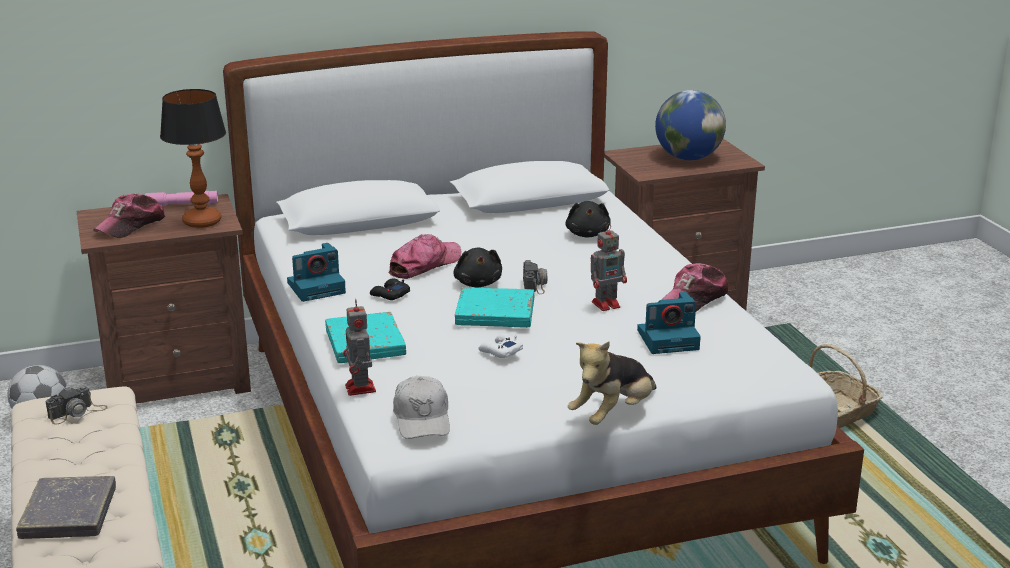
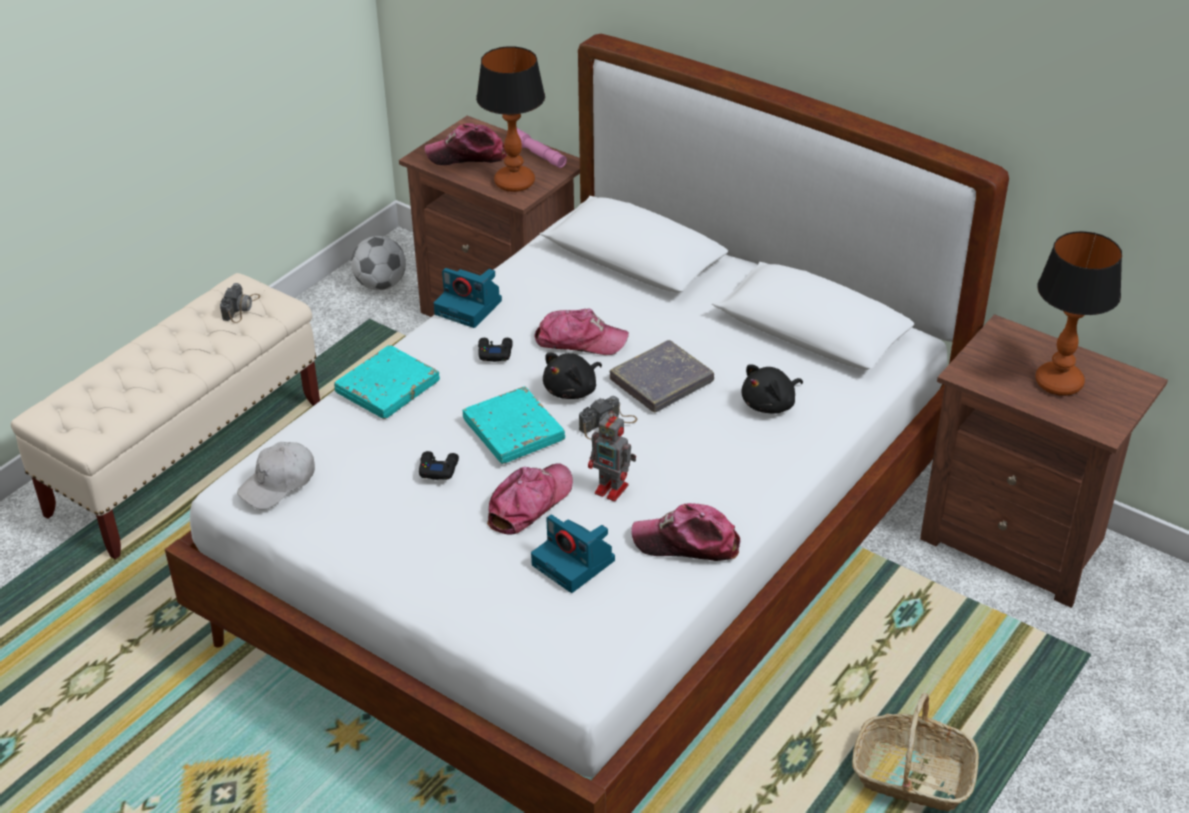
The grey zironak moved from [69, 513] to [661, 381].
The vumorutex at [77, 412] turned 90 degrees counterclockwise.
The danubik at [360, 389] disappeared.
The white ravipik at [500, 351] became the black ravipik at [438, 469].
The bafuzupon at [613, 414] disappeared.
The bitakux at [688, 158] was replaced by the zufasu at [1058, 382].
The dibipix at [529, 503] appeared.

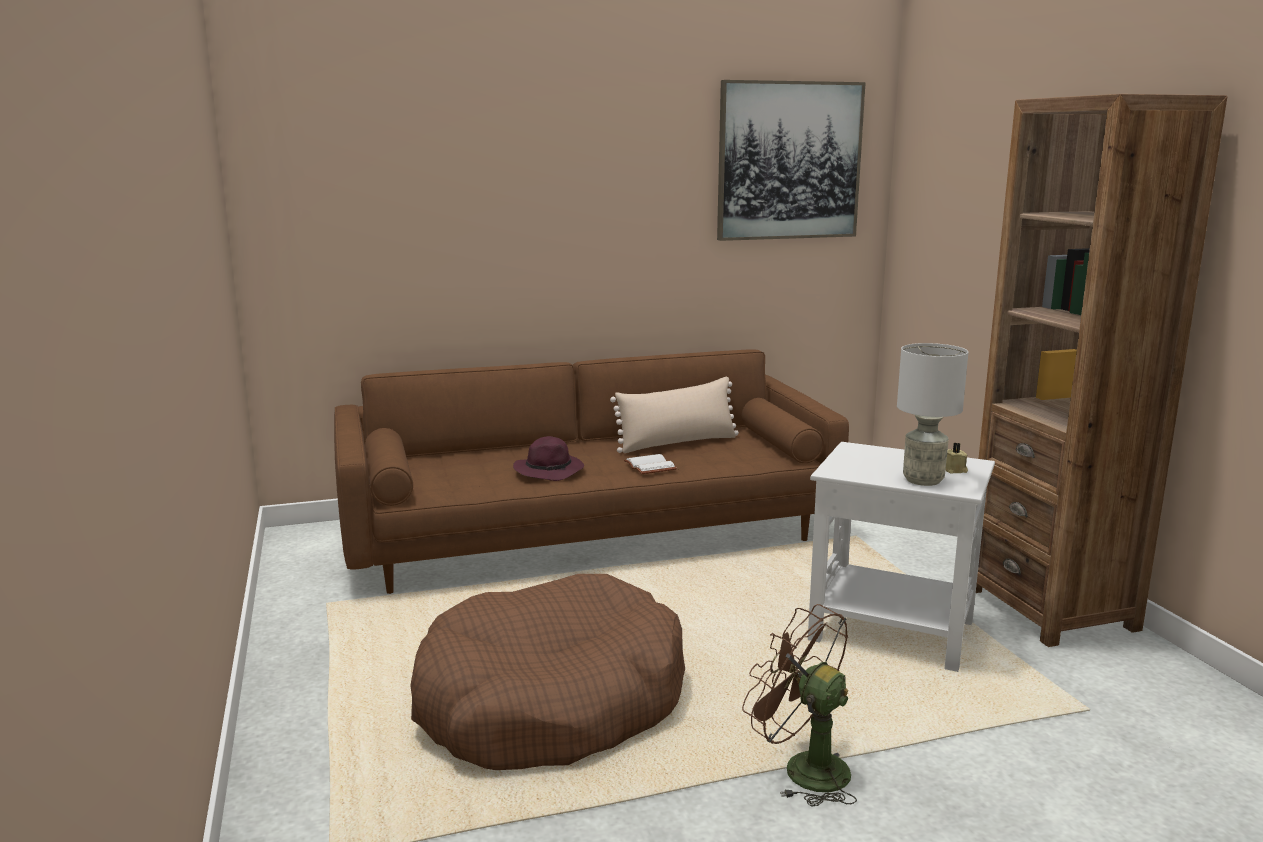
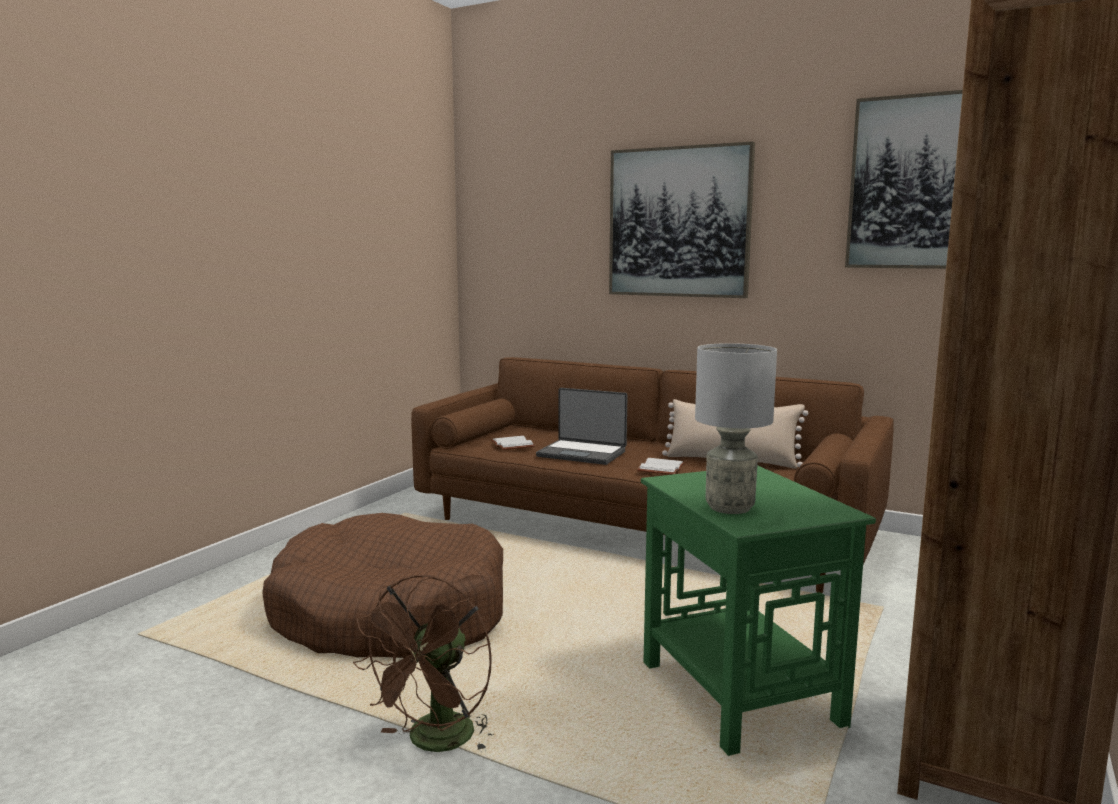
The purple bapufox at [550, 470] was replaced by the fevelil at [582, 453].
The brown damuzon at [803, 768] turned 150 degrees counterclockwise.
The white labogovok at [889, 631] became the green labogovok at [738, 692].
The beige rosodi at [955, 470] disappeared.
The white zironak at [511, 445] appeared.
The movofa at [679, 222] appeared.

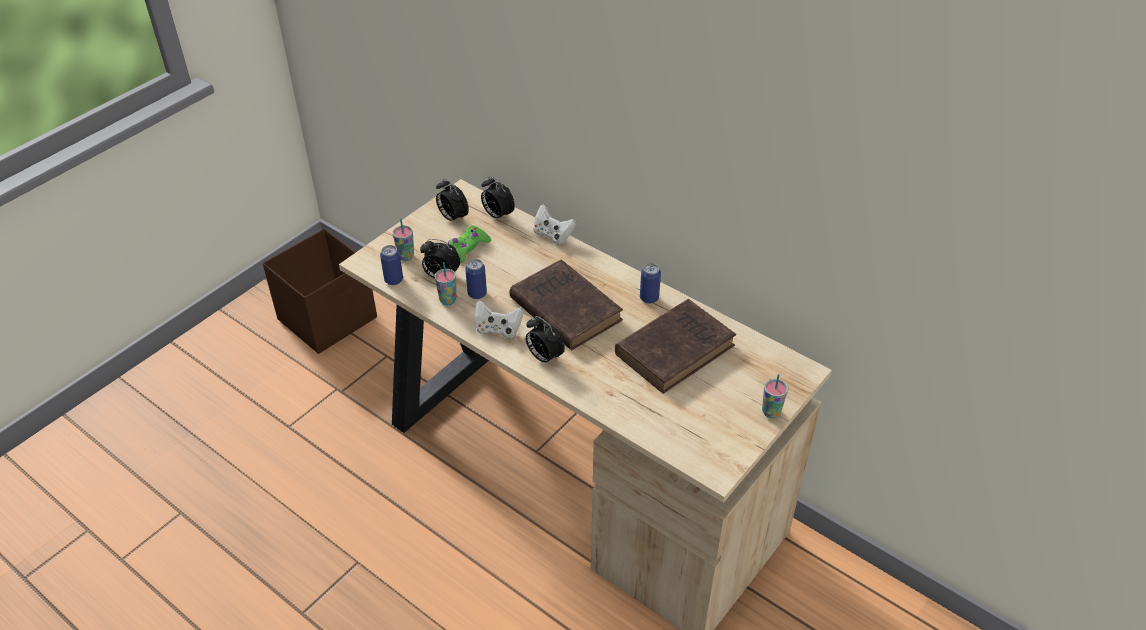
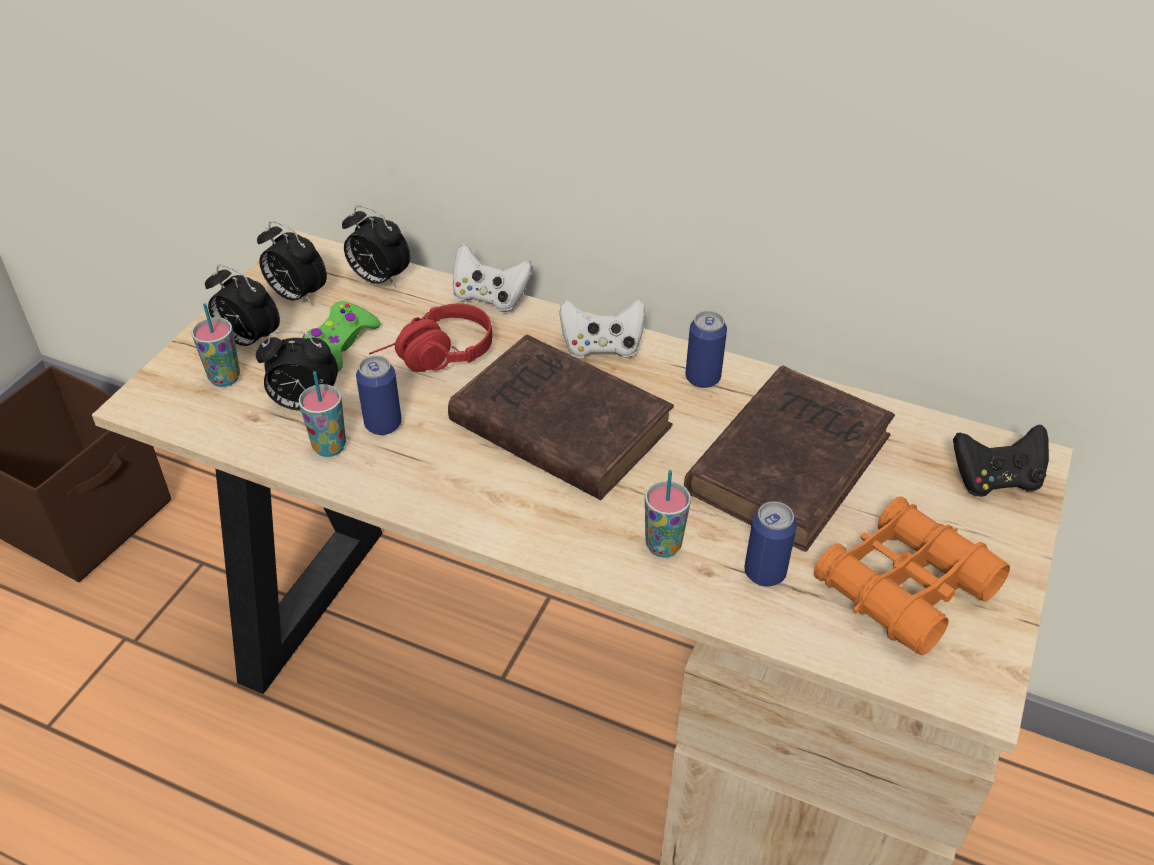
The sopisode moved from [393, 280] to [764, 573].
The white ravipik moved from [498, 330] to [601, 347].
The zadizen moved from [544, 357] to [249, 340].
The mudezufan moved from [771, 412] to [663, 546].
The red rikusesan at [434, 357] appeared.
The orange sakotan at [904, 587] appeared.
The black ravipik at [995, 480] appeared.

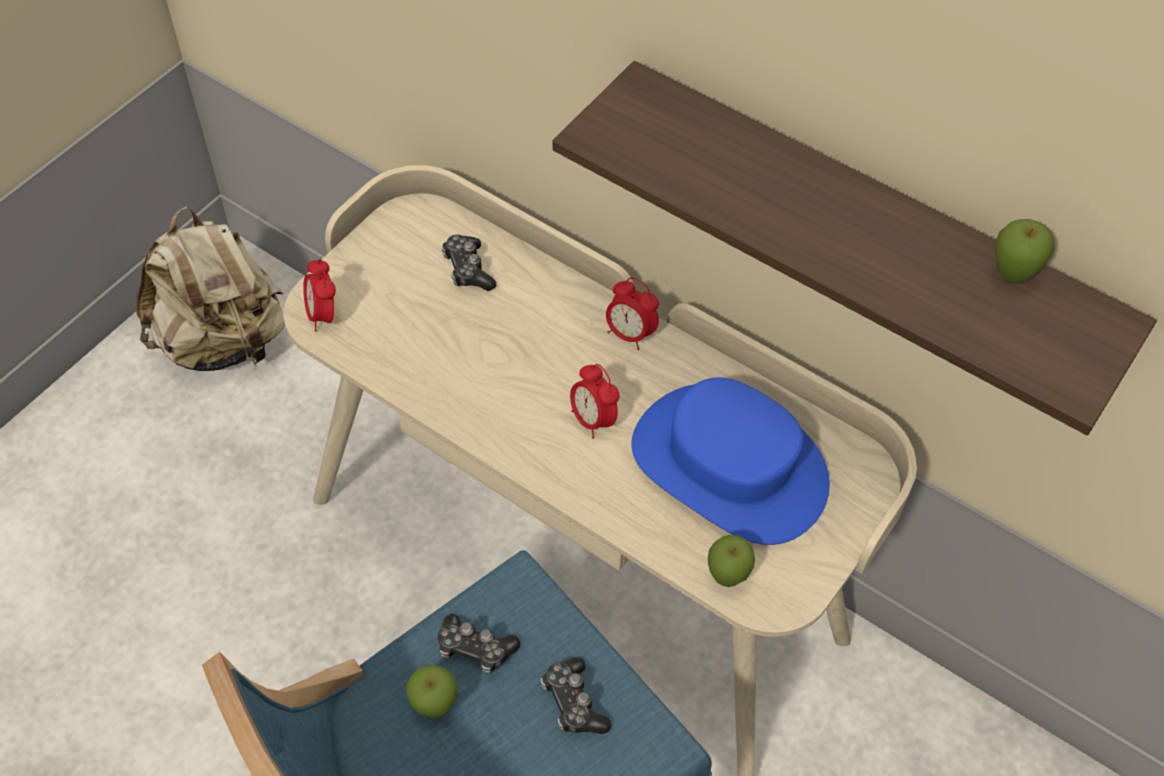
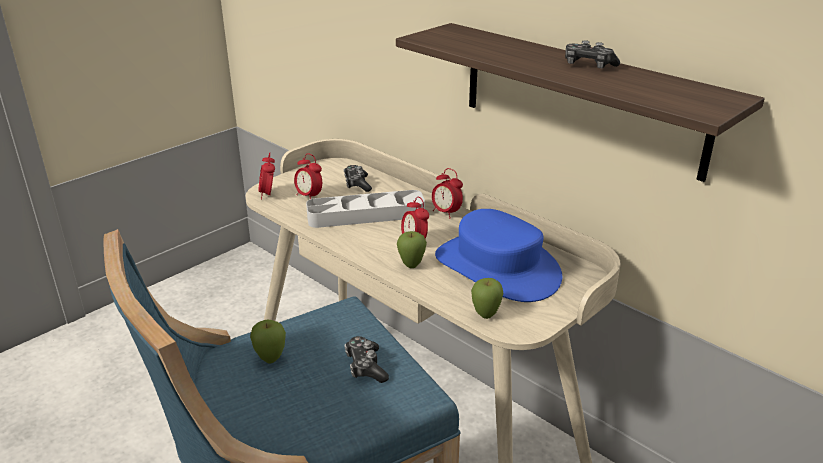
The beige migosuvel at [223, 341] disappeared.
The ravipik moved from [475, 649] to [588, 65].
The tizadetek moved from [1011, 276] to [411, 265].
The zadizen at [309, 196] appeared.
The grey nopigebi at [366, 215] appeared.

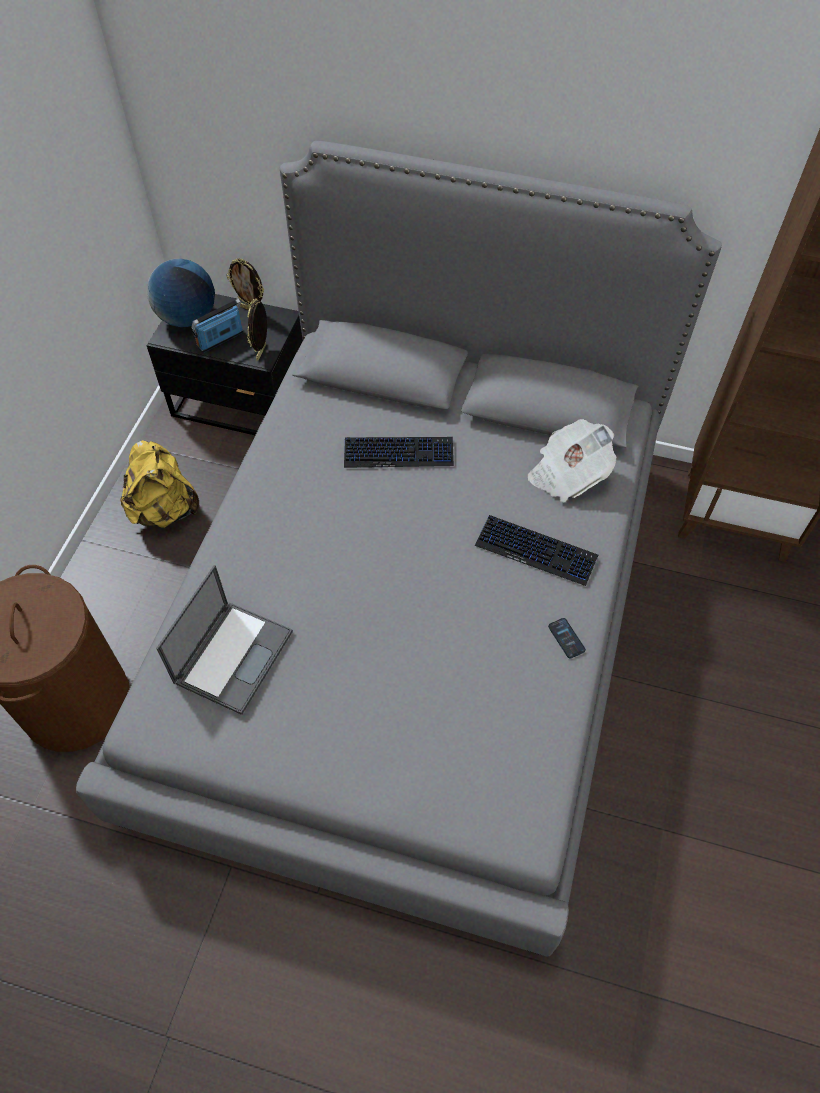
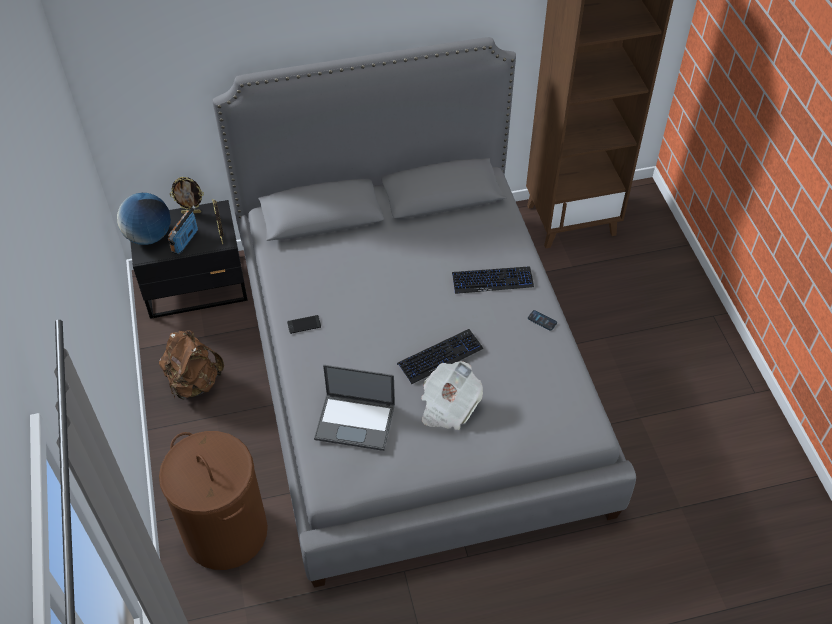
The yellow migosuvel at [164, 510] became the brown migosuvel at [194, 382].
The fevelil at [234, 655] turned 105 degrees clockwise.
The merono moved from [399, 453] to [440, 356].
The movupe moved from [568, 474] to [448, 406].
The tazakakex at [304, 324] appeared.

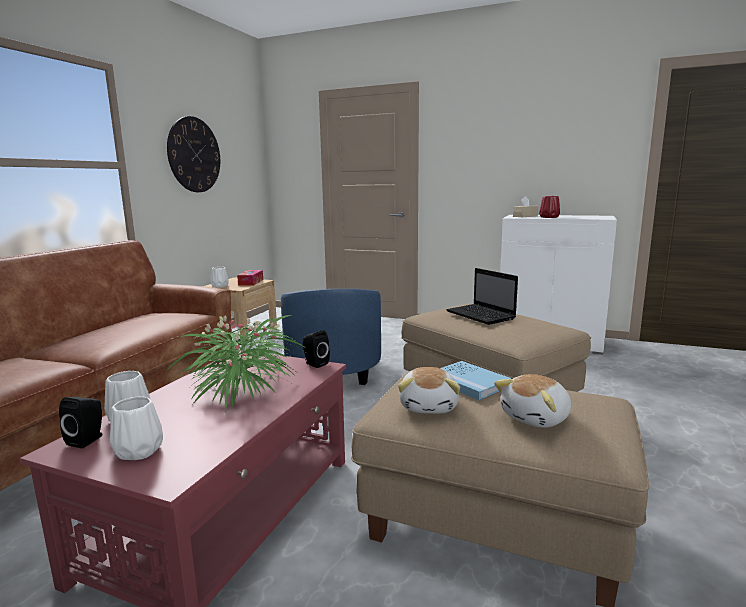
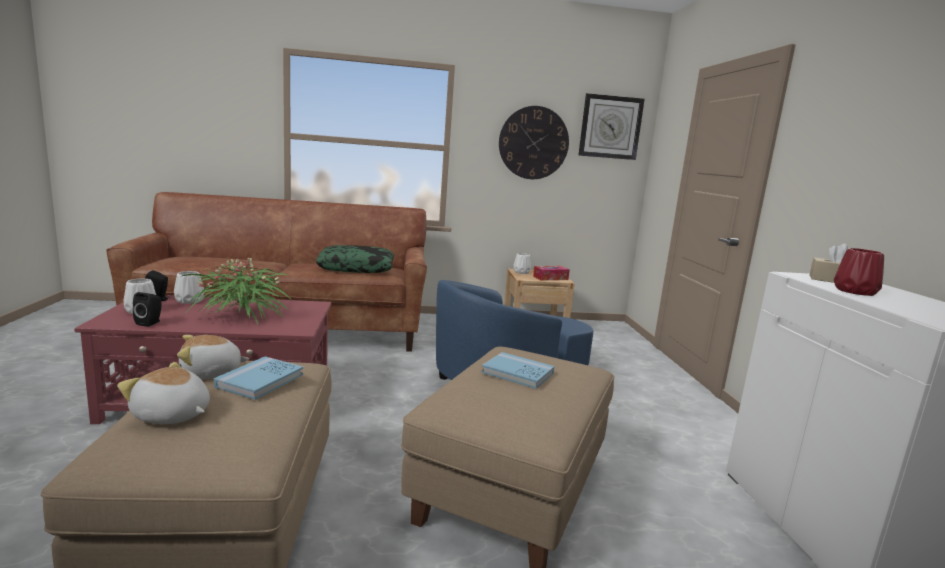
The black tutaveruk moved from [315, 364] to [150, 323].
The fevelil at [481, 315] was replaced by the blue zironak at [517, 373].
The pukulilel at [356, 268] appeared.
The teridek at [610, 127] appeared.

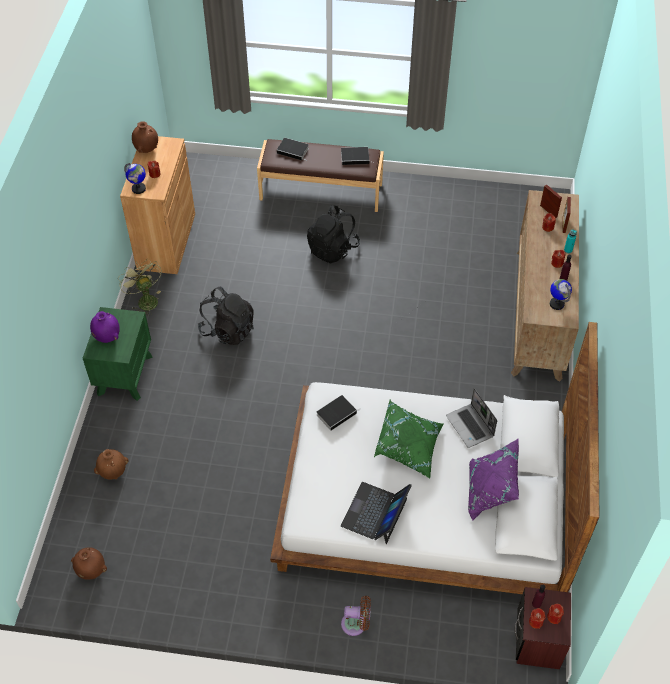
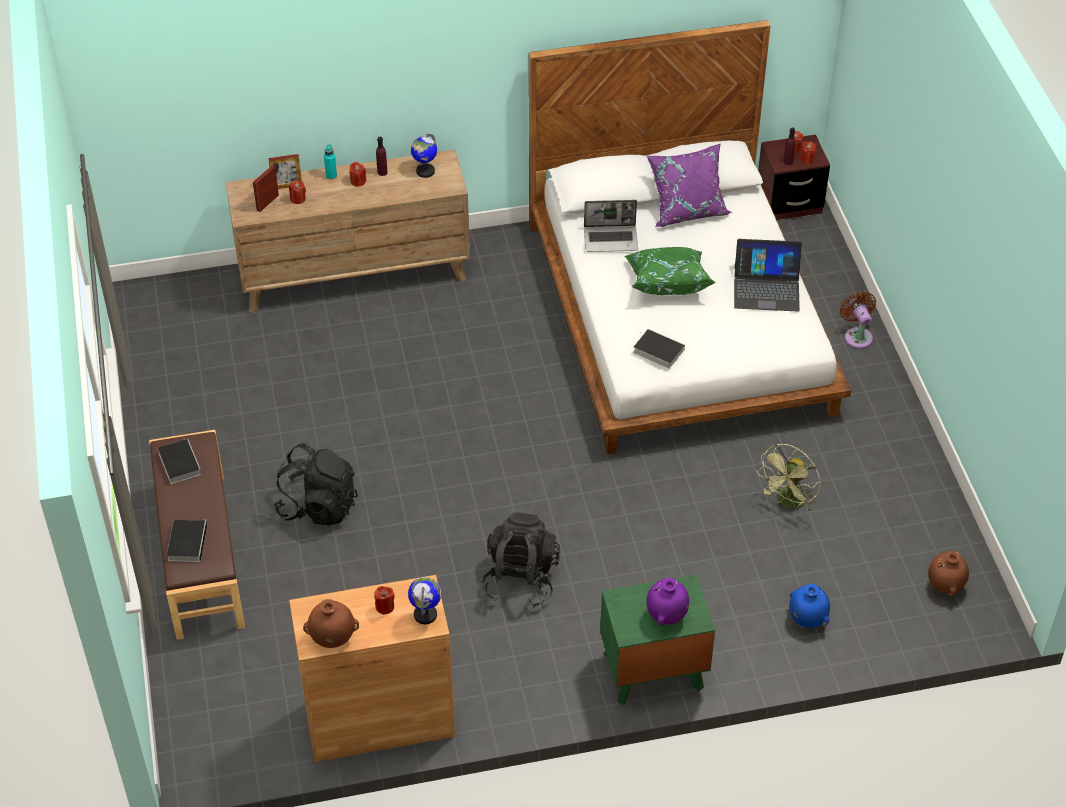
The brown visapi at [113, 472] became the blue visapi at [806, 619].
The green damuzon moved from [145, 300] to [788, 503].
The fevelil at [470, 426] turned 45 degrees clockwise.

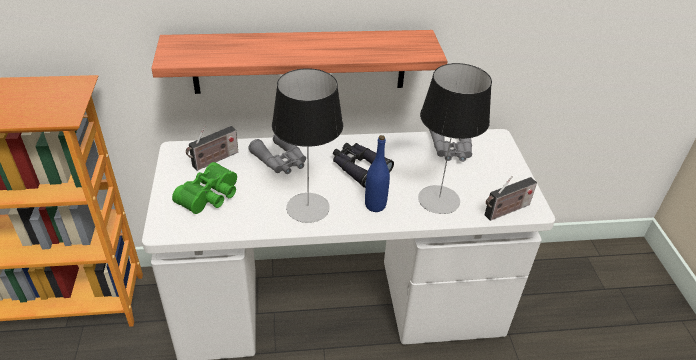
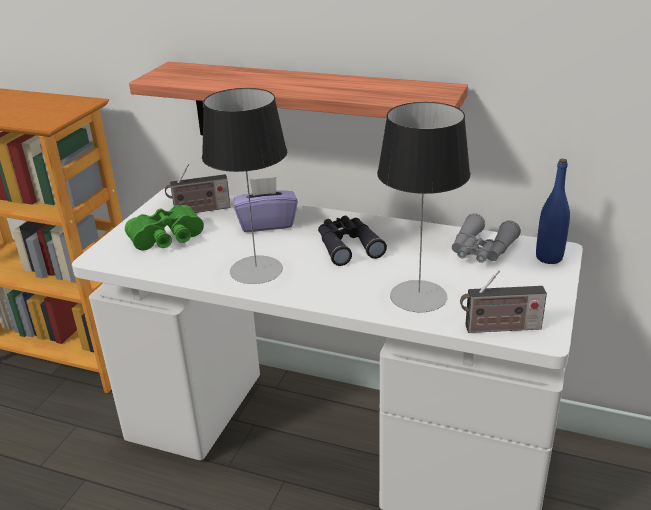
The grey sakotan at [281, 161] was replaced by the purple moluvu at [266, 223].
The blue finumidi moved from [375, 205] to [549, 258].

